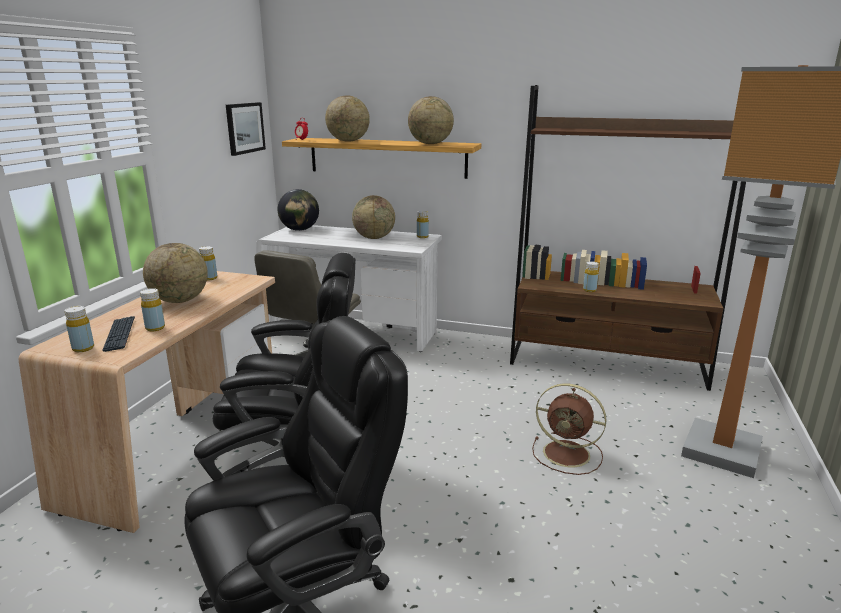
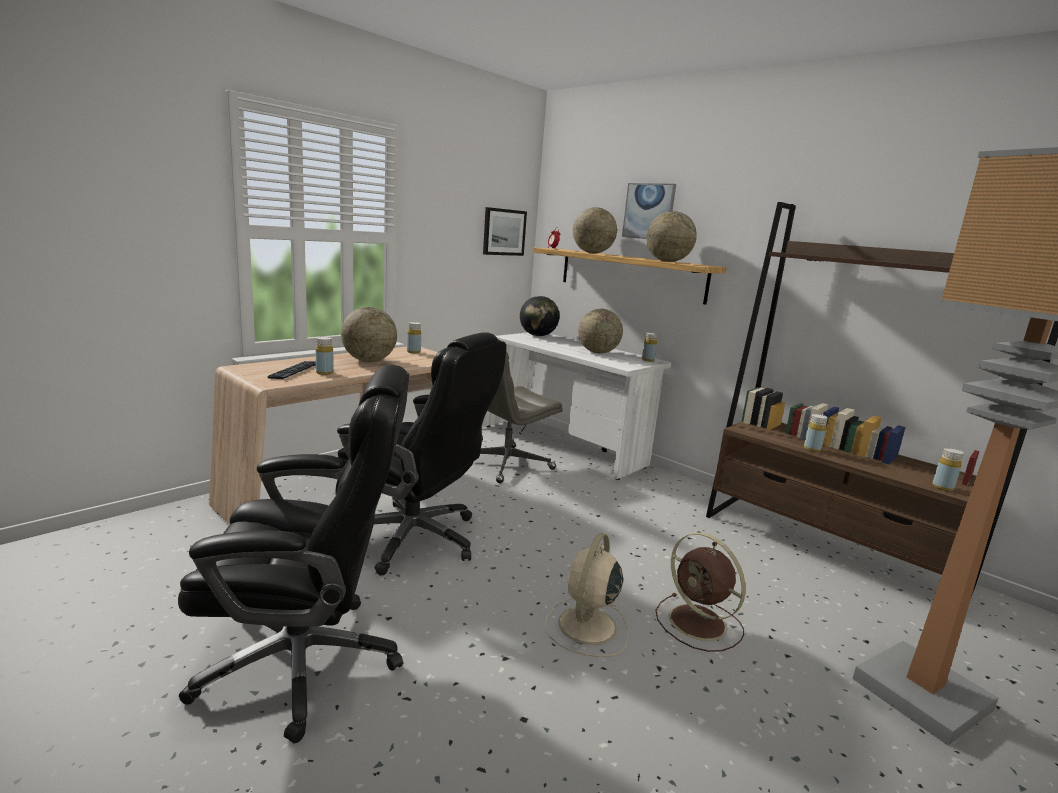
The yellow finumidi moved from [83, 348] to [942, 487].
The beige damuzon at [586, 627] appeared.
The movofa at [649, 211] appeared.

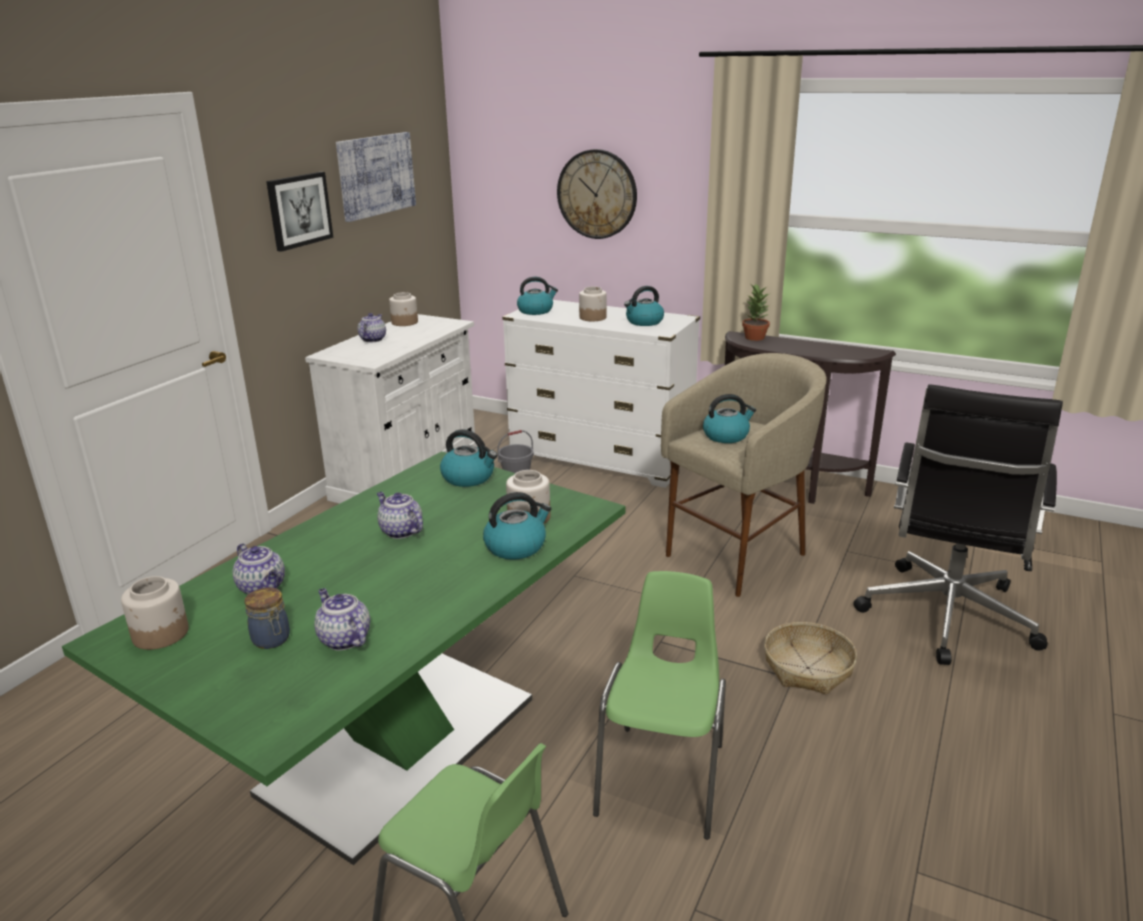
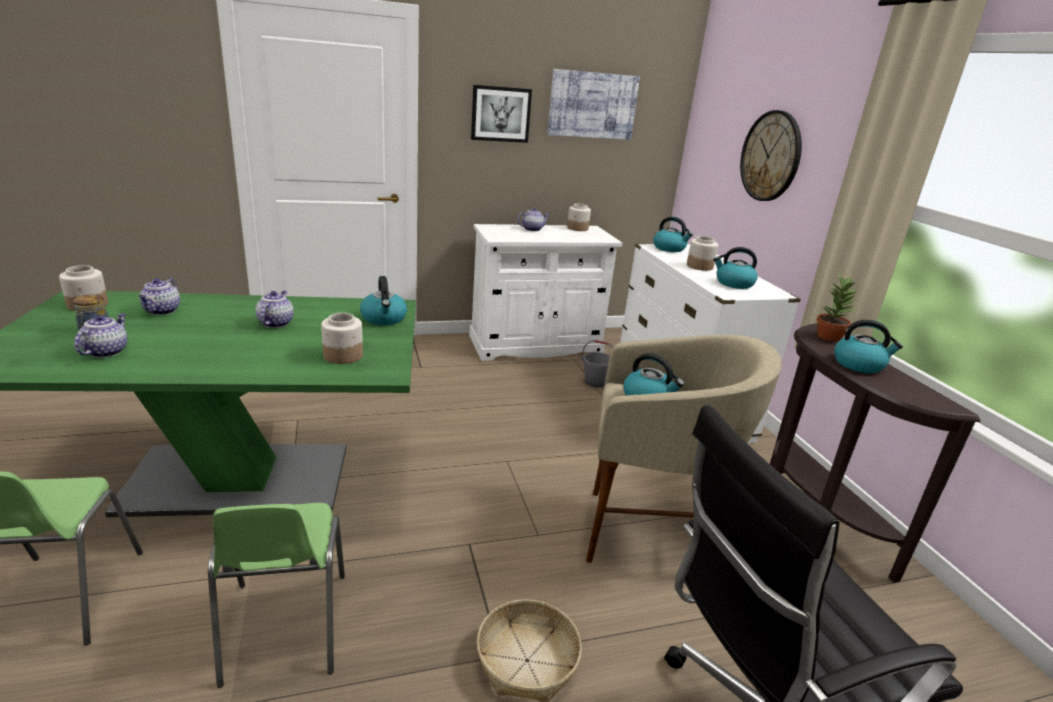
The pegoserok moved from [516, 546] to [859, 364].
The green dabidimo at [663, 778] turned 105 degrees clockwise.

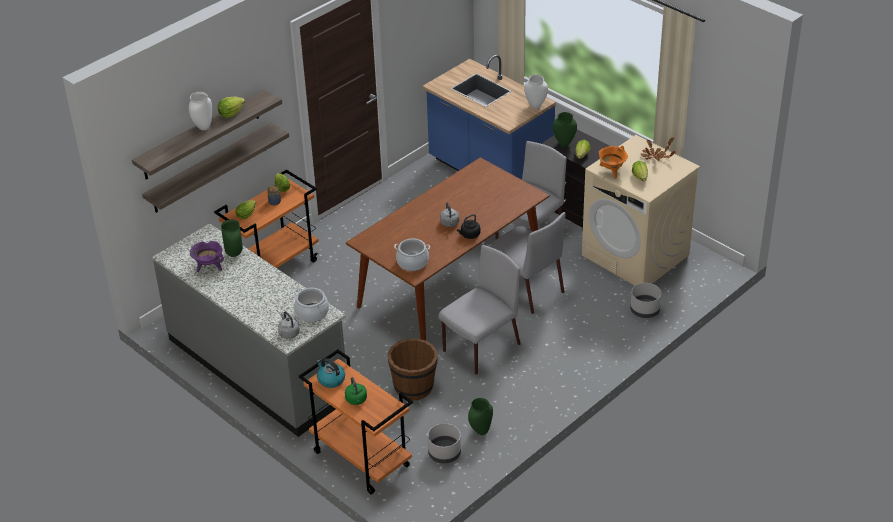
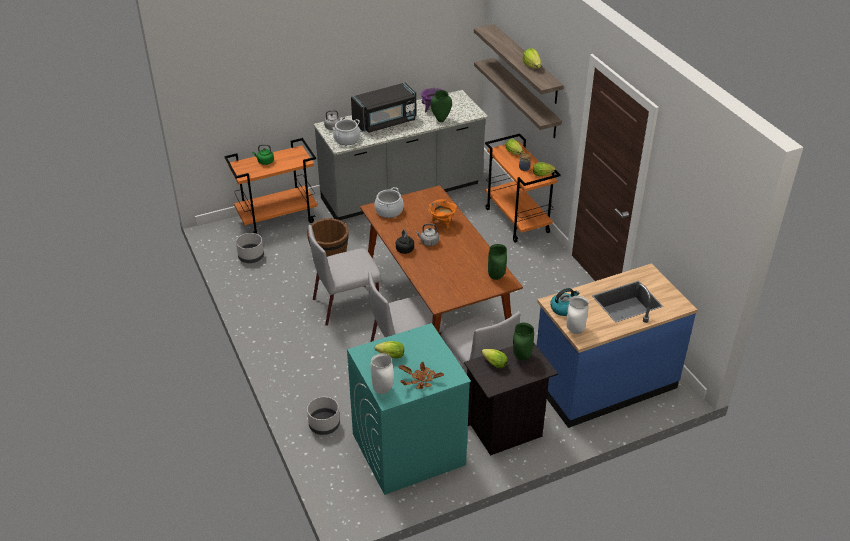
The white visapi moved from [203, 128] to [382, 390].
The pegoserok moved from [330, 380] to [563, 308].
The grey dabidimo at [480, 348] turned 90 degrees clockwise.
The green visapi moved from [481, 432] to [495, 277].
The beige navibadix at [636, 255] became the turquoise navibadix at [408, 450].
The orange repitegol moved from [612, 171] to [442, 223].
The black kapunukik at [385, 122] appeared.

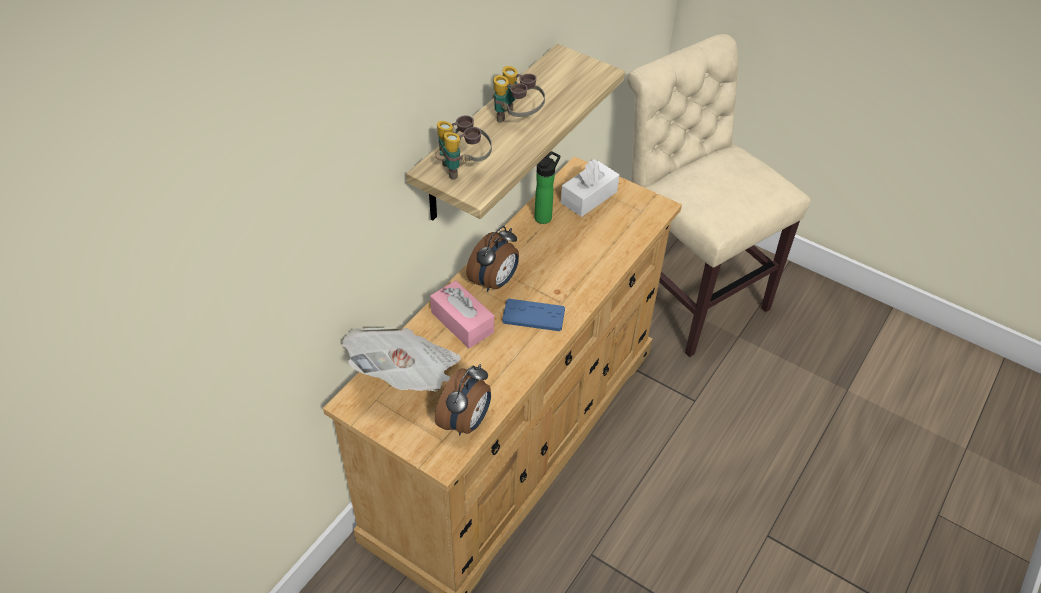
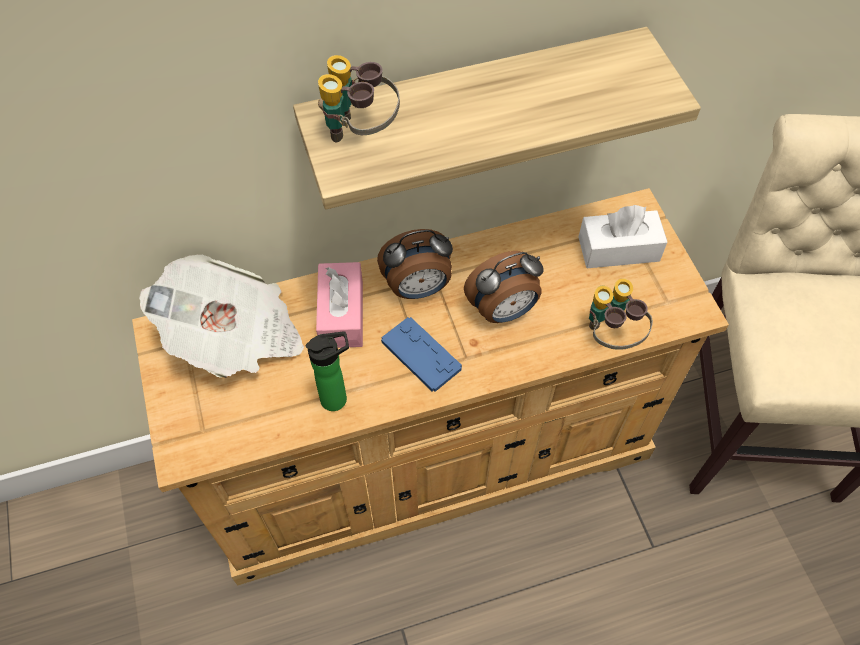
The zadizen moved from [466, 422] to [503, 311].
The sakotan moved from [516, 119] to [611, 335].
The finumidi moved from [544, 216] to [338, 398].

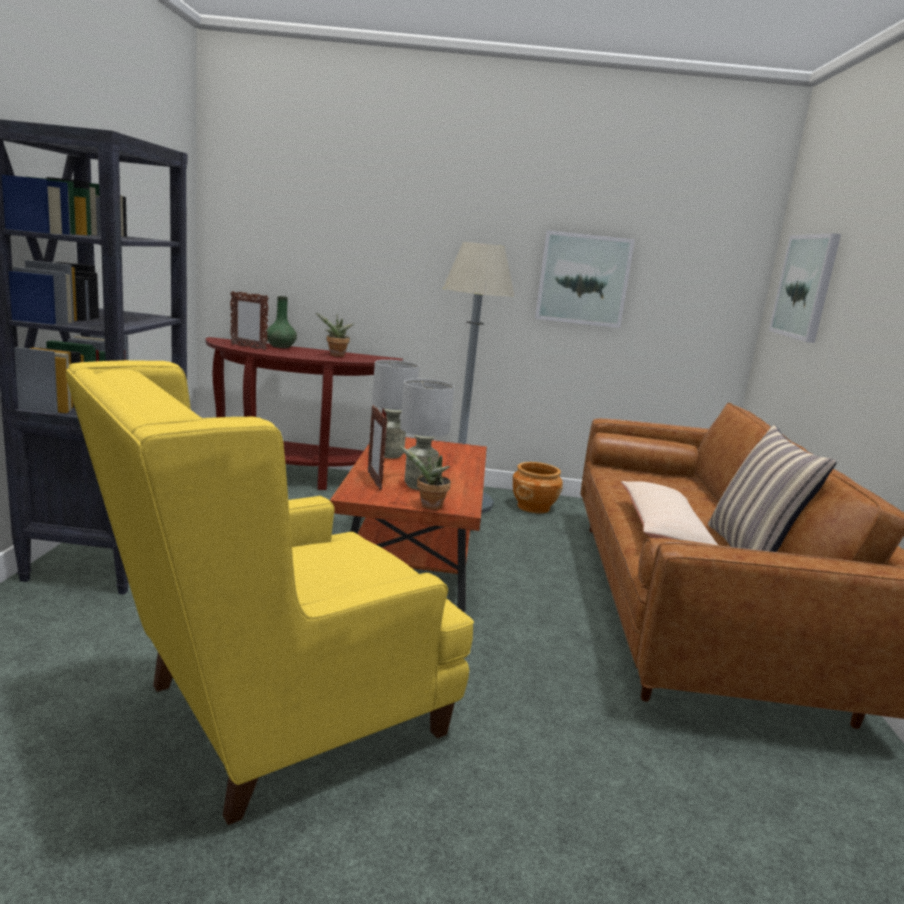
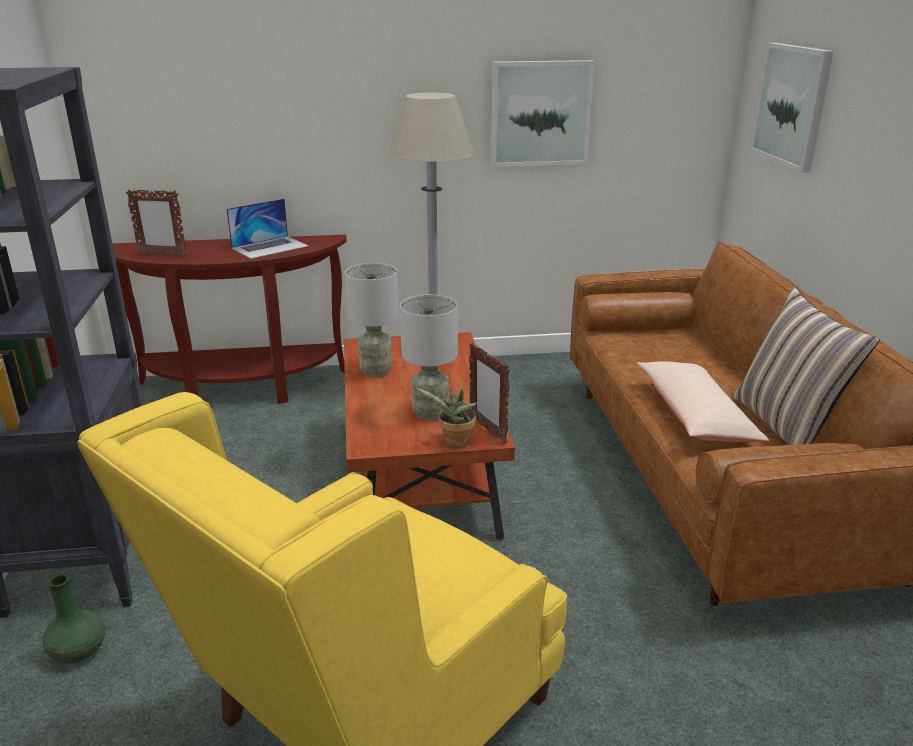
The green visapi moved from [280, 346] to [78, 651].
The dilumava at [336, 355] was replaced by the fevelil at [270, 247].
The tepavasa moved from [374, 481] to [487, 429].
The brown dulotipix at [533, 507] disappeared.

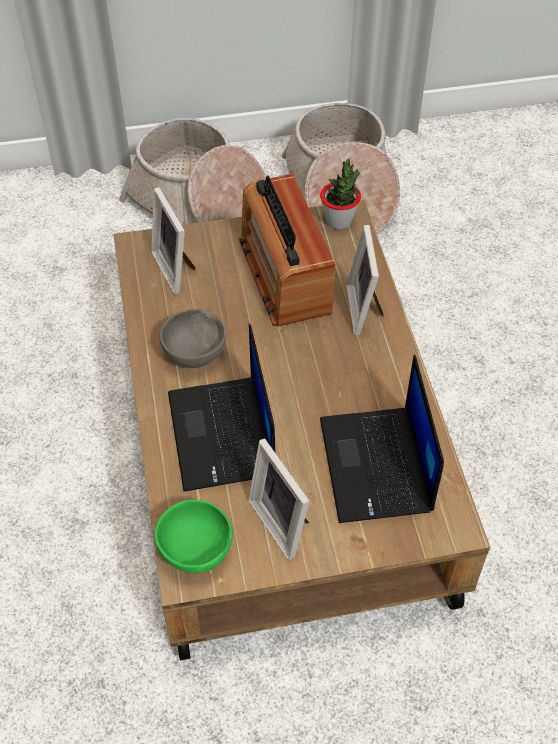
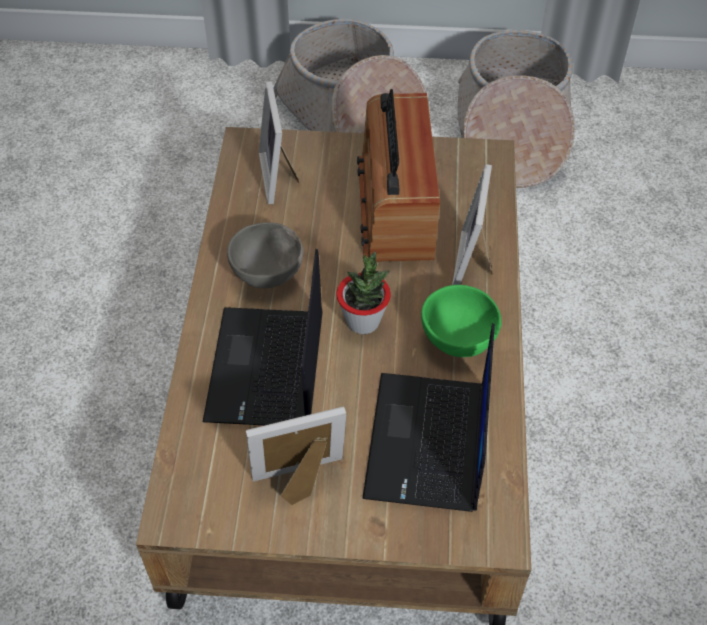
The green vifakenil moved from [196, 552] to [457, 341].
The tepavasa at [284, 522] turned 90 degrees clockwise.
The dilumava moved from [339, 221] to [363, 321].

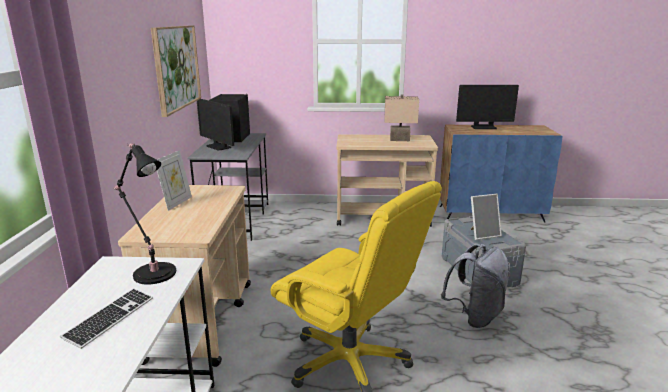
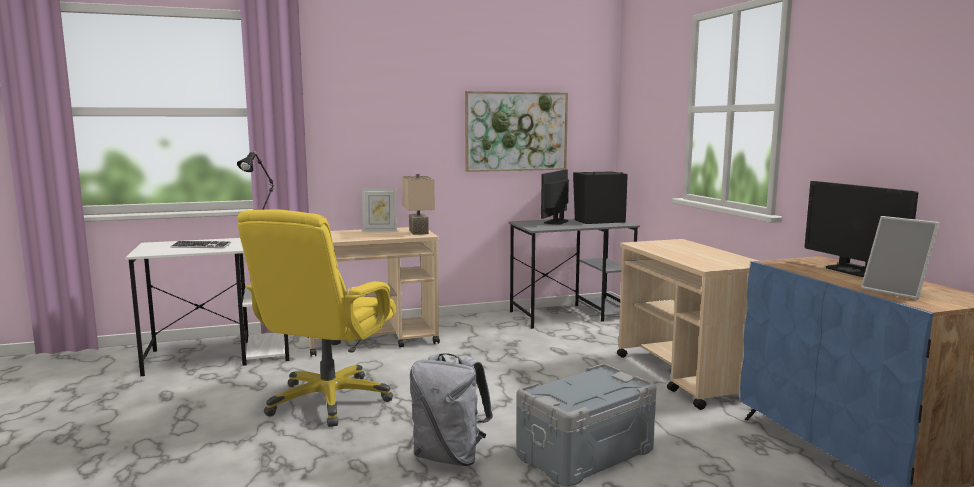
The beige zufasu moved from [400, 139] to [420, 232].
The tepavasa moved from [483, 234] to [897, 292].

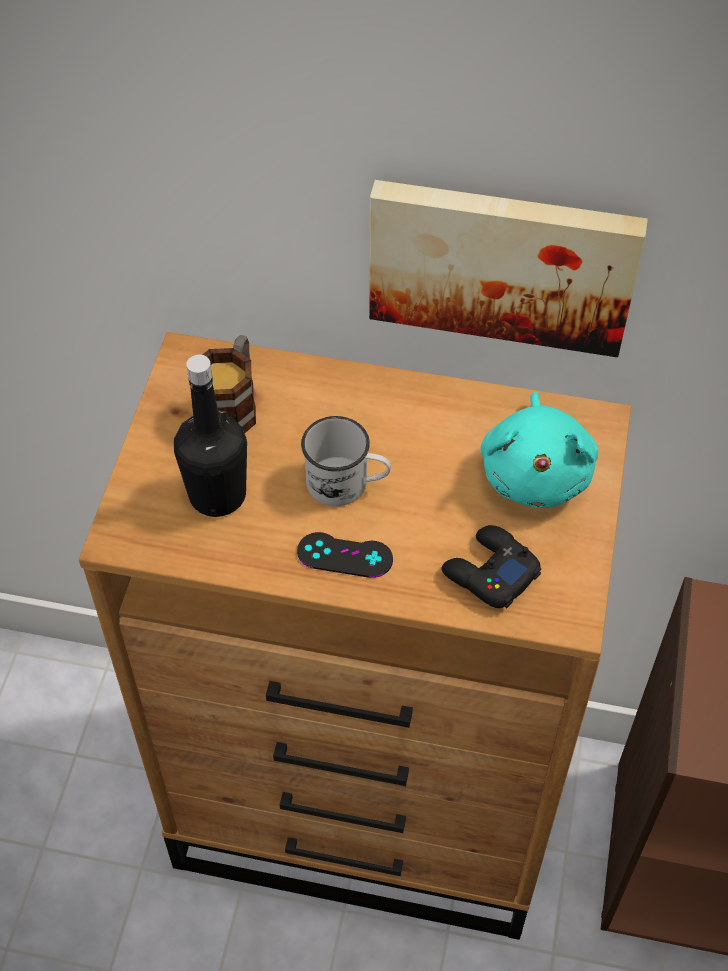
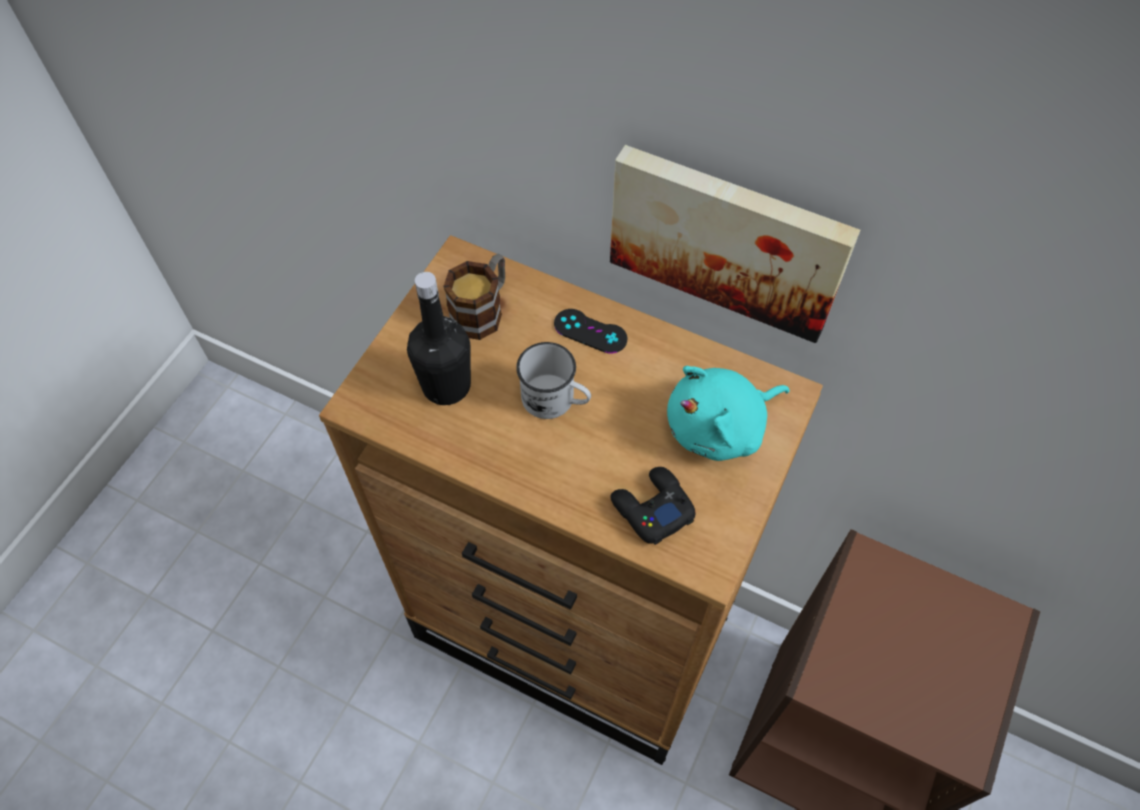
The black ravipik moved from [345, 555] to [590, 331].
The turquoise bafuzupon at [536, 472] turned 45 degrees clockwise.

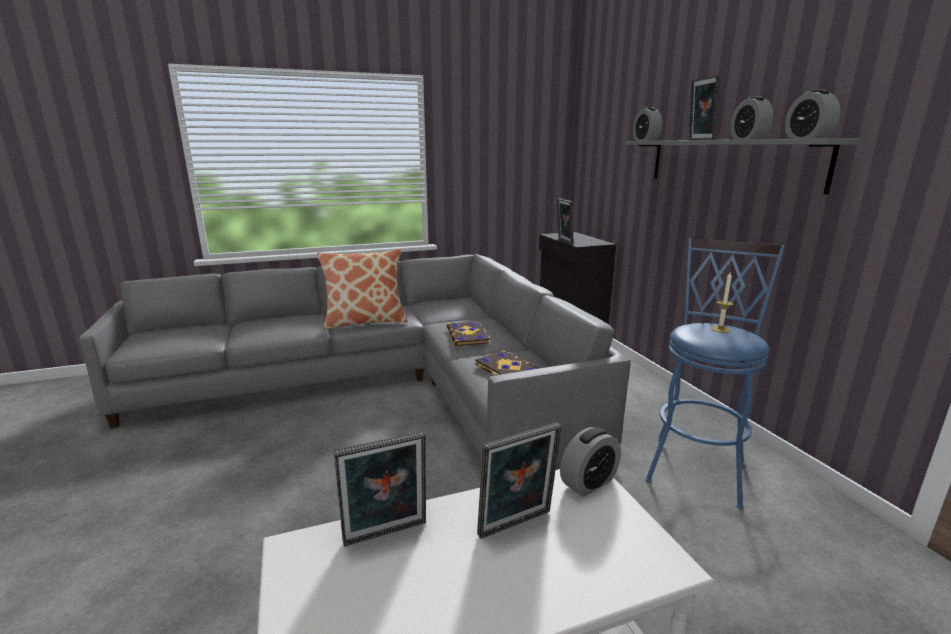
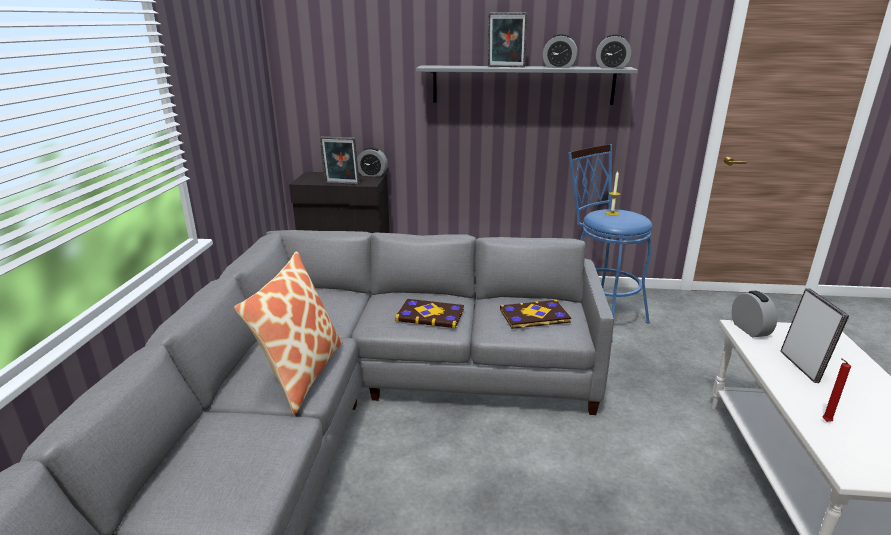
The tepavasa at [386, 535] was replaced by the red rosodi at [825, 421].
The zadizen moved from [645, 140] to [372, 174].

